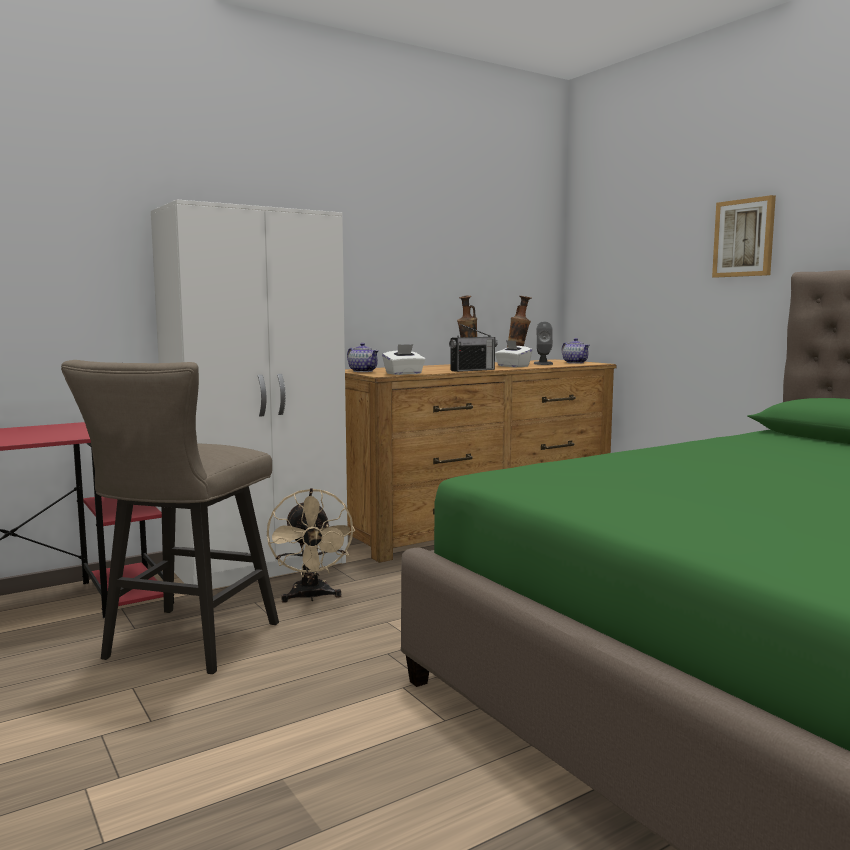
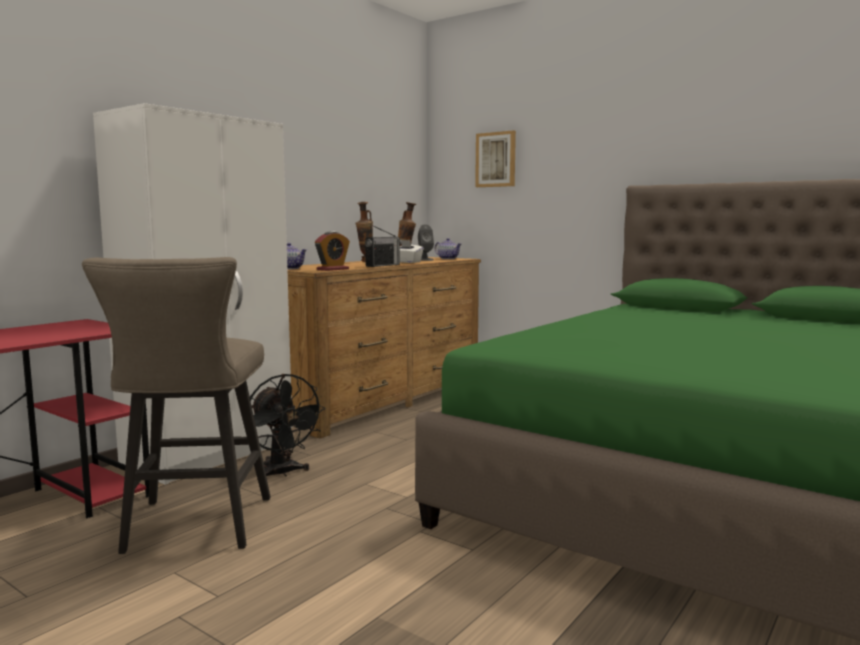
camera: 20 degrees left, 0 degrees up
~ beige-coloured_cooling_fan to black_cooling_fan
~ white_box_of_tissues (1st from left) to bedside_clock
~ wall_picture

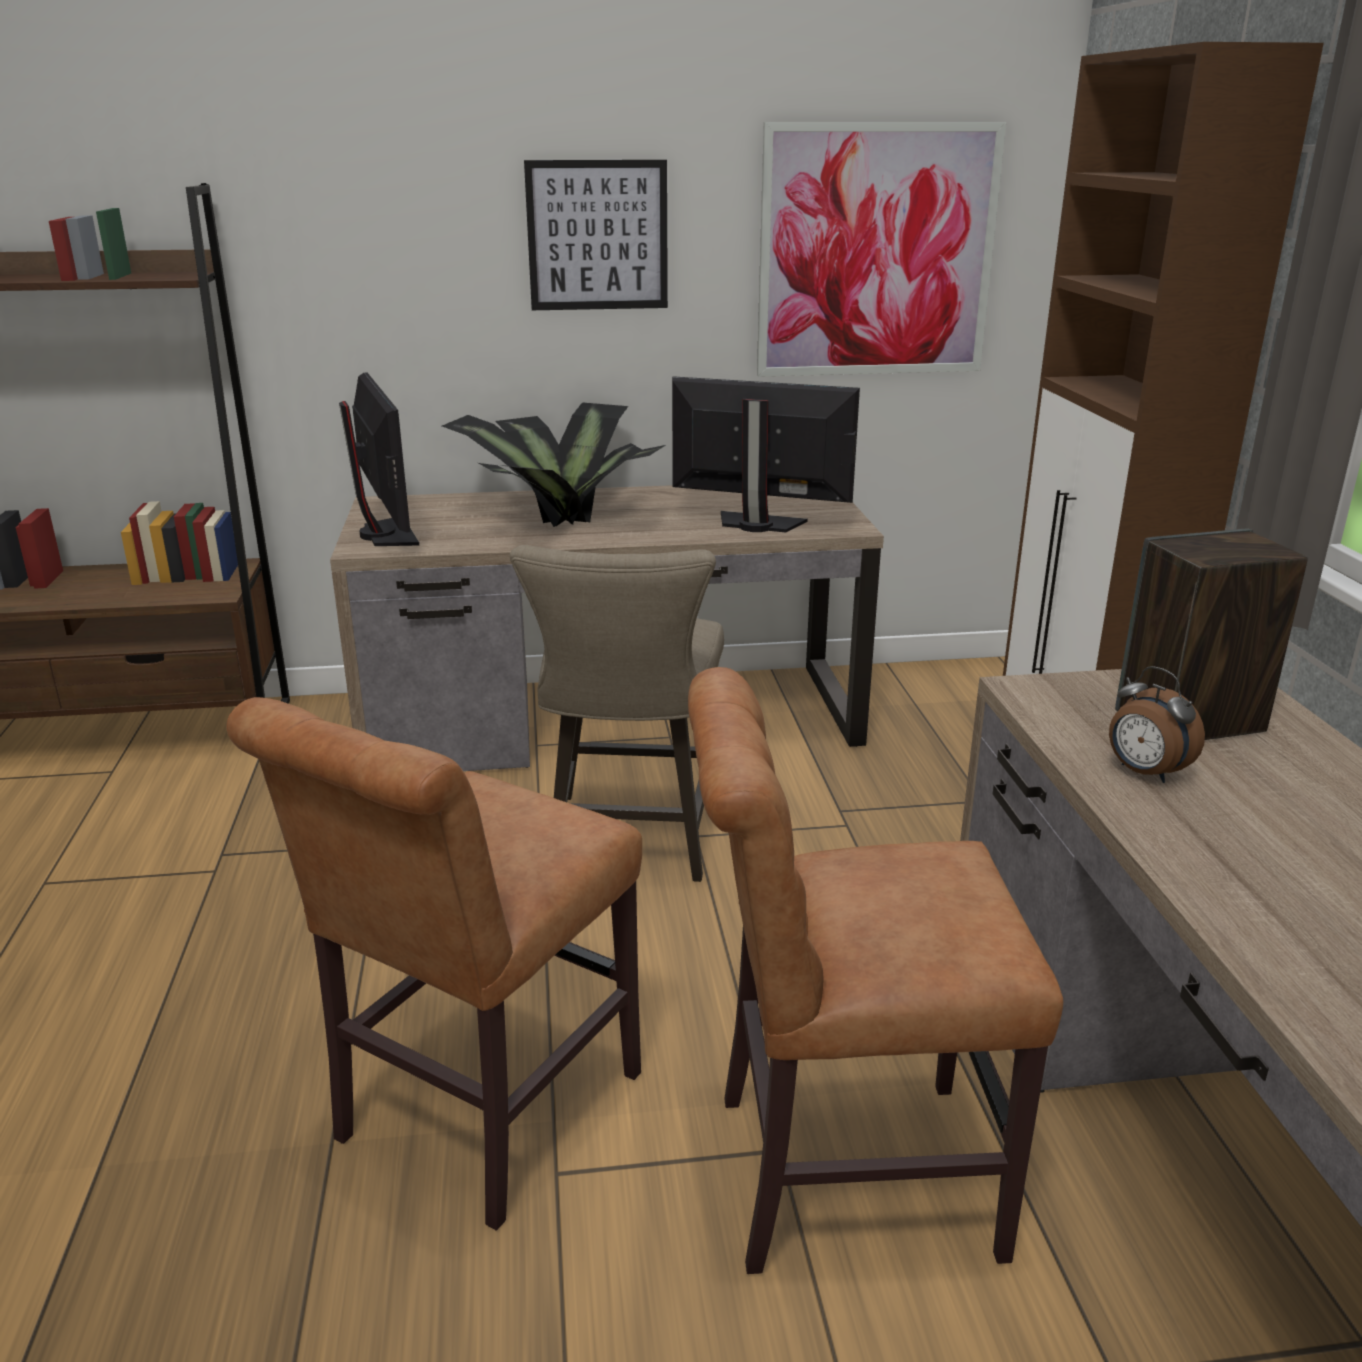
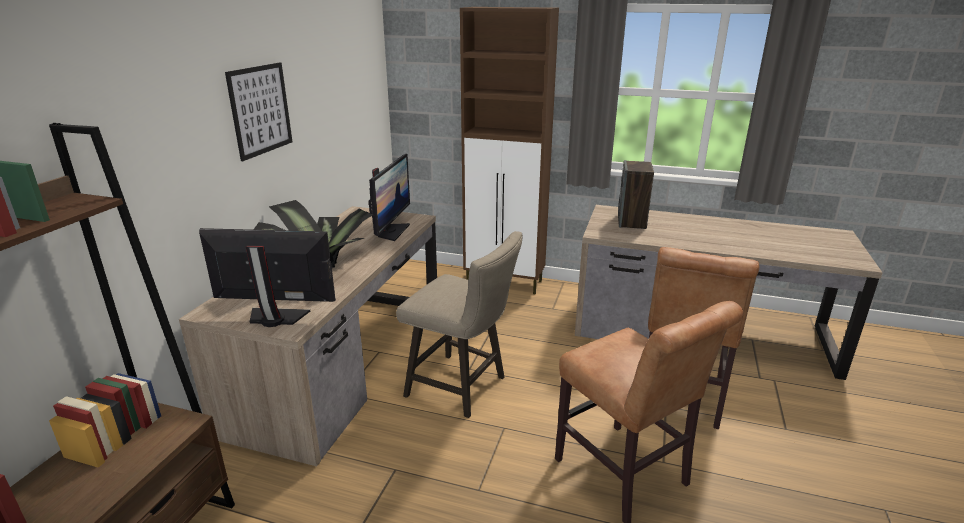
camera: 65 degrees left, 0 degrees up
~ computer_display (2nd from left) 150 degrees clockwise
- wall_picture (2nd from left)
- bedside_clock

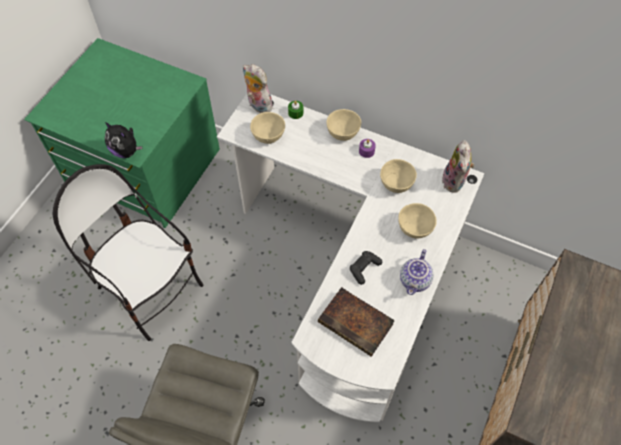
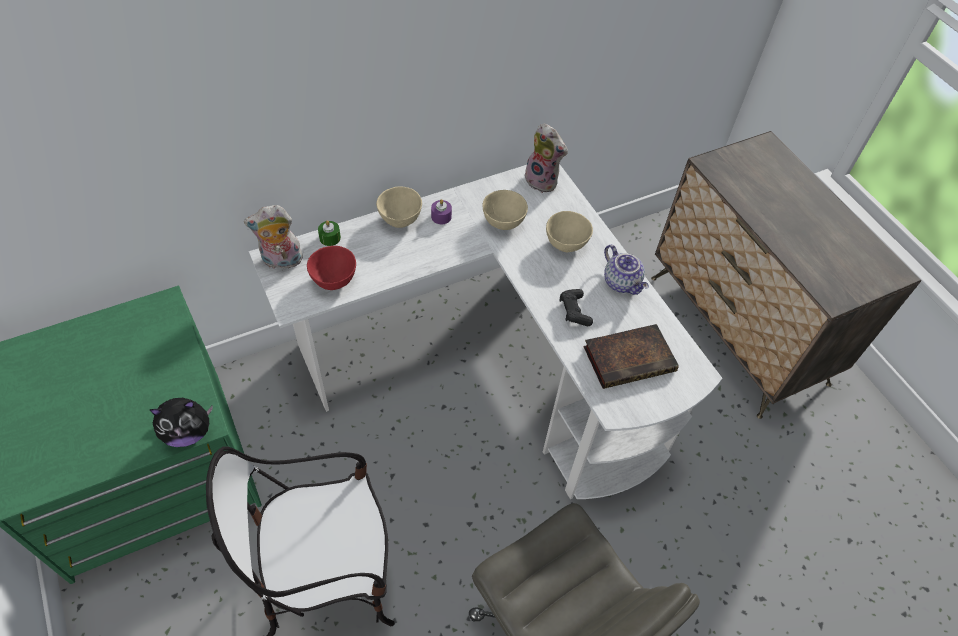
camera: 55 degrees left, 5 degrees down
~ beige-coloured_serving_bowl (1st from left) to red_serving_bowl

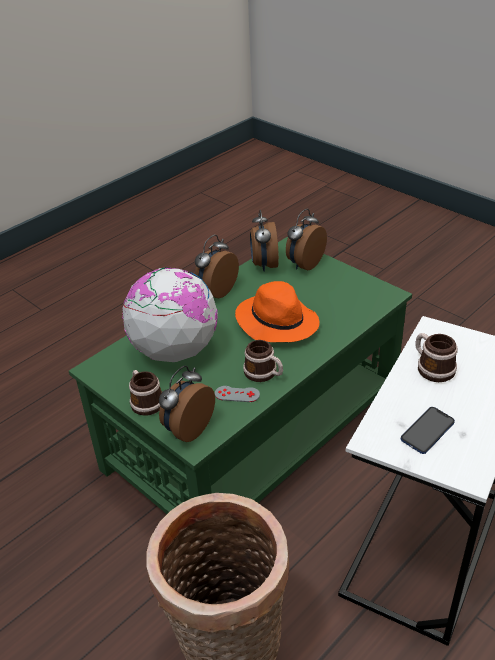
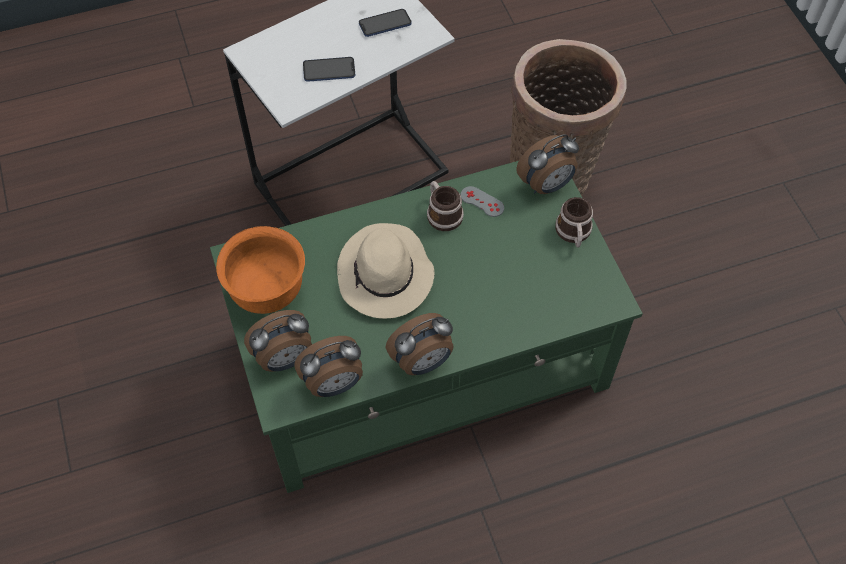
camera: 155 degrees left, 20 degrees up
- desk_globe
~ orange-coloured_hat to beige-coloured_hat
~ bedside_clock (3rd from left in the first image) 45 degrees clockwise
~ tea_mug (3rd from left) to handset (1st from left)
+ orange-coloured_serving_bowl

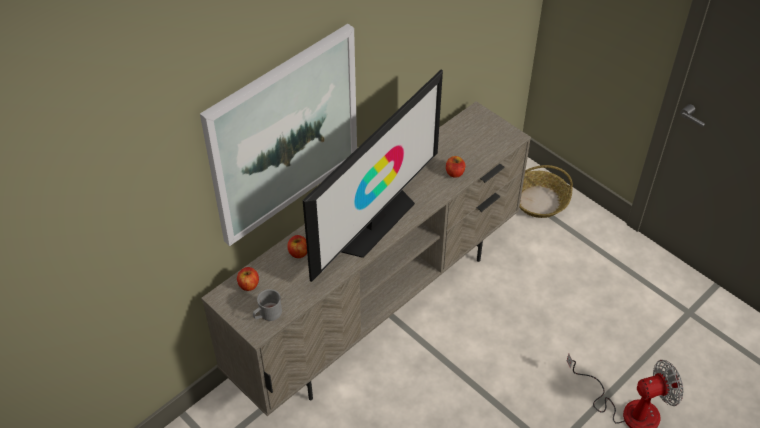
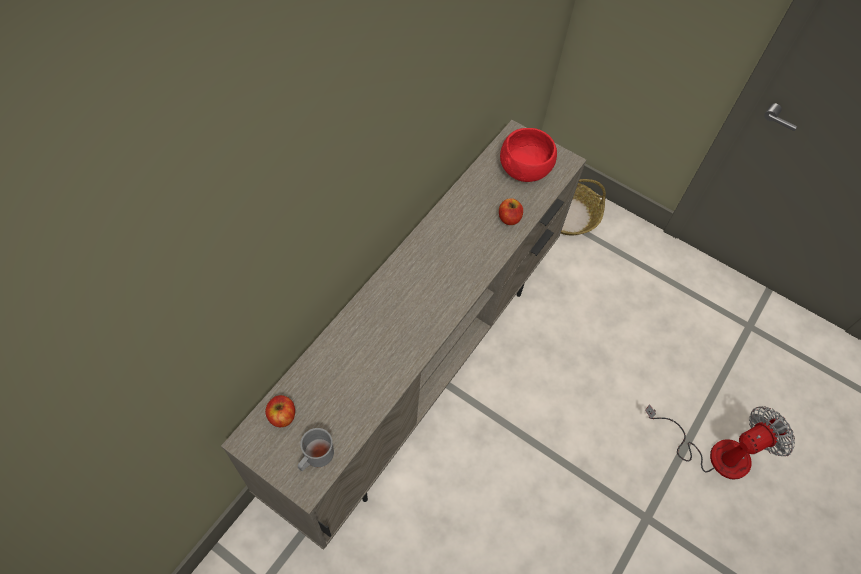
camera: 15 degrees left, 10 degrees up
- wall_picture
- apple (2nd from left)
- TV
+ red_serving_bowl

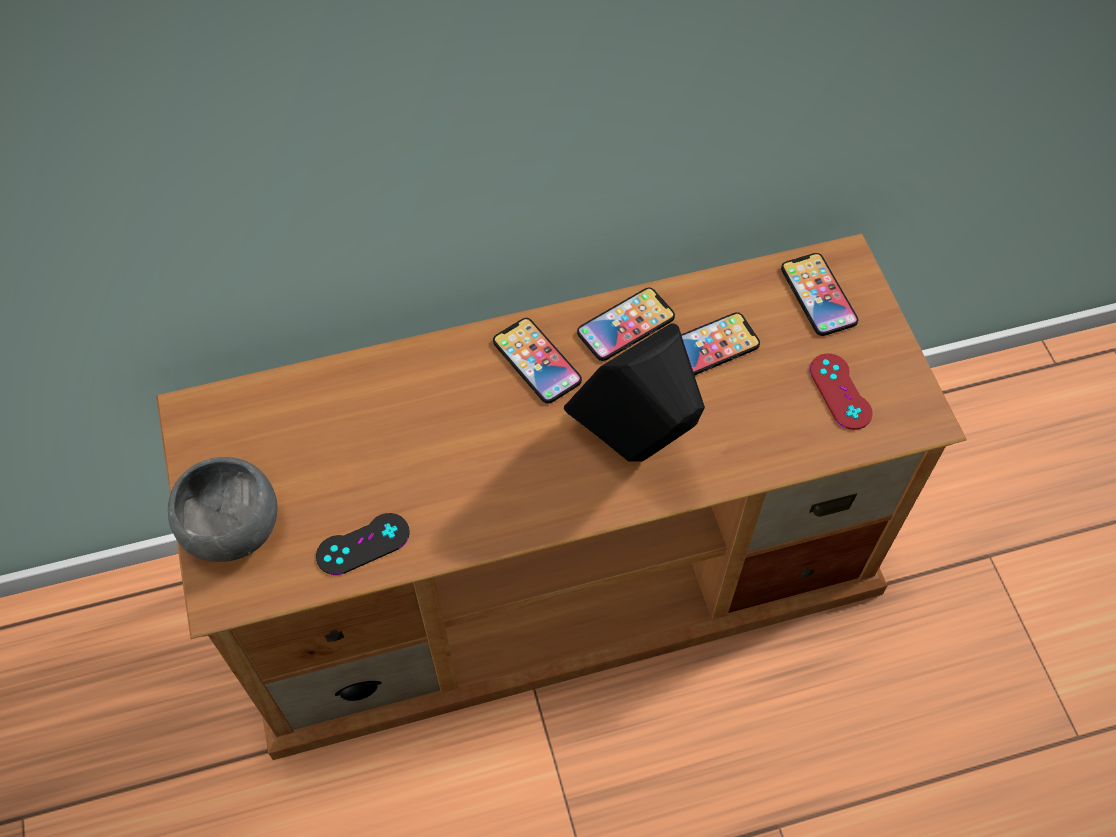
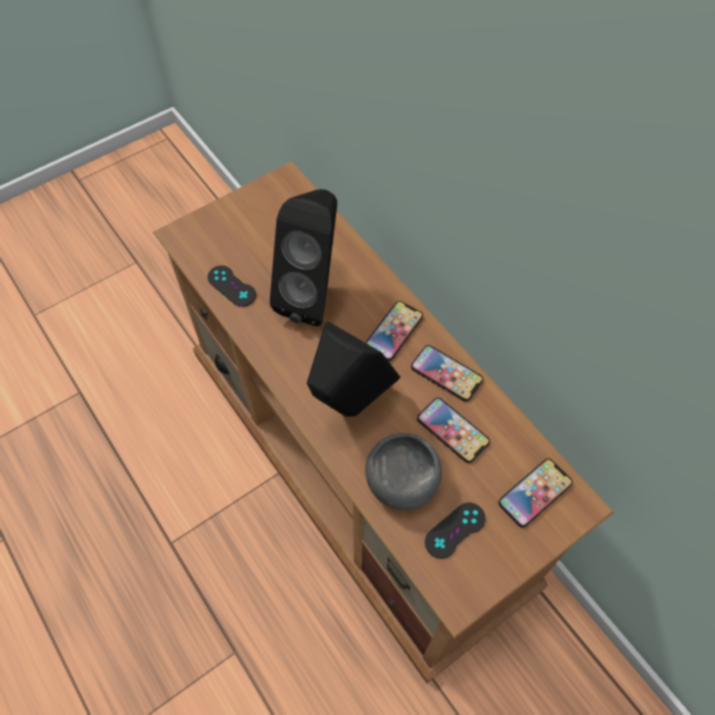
camera: 70 degrees right, 0 degrees up
~ gray_serving_bowl
~ red_game_controller to black_game_controller (2nd from left)
+ black_speaker (1st from left)

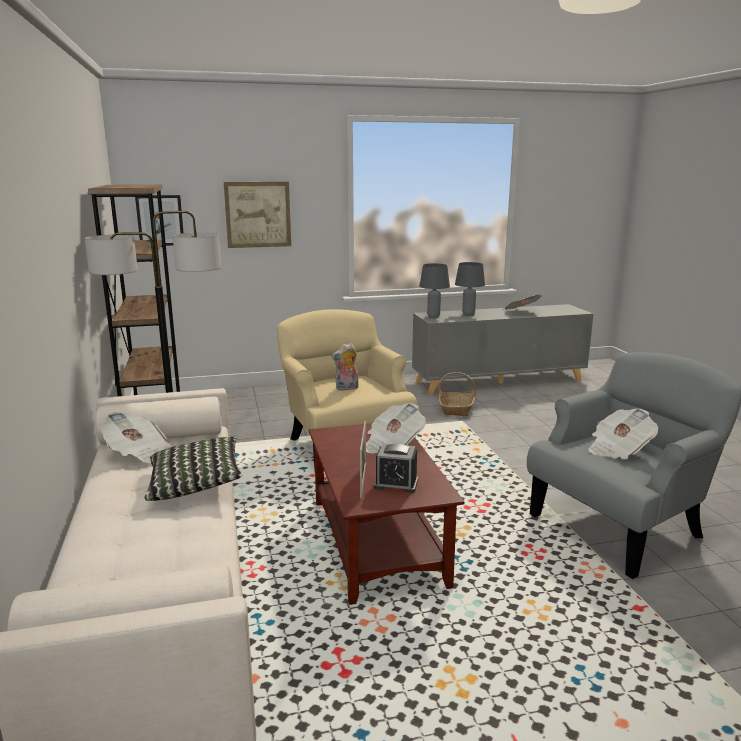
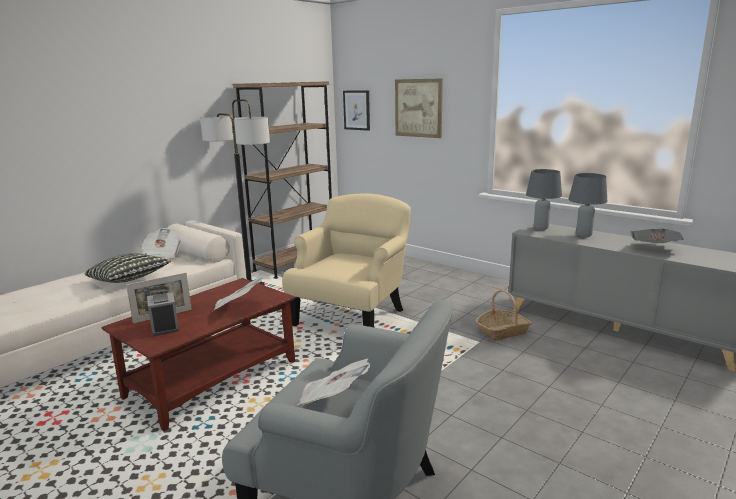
camera: 55 degrees right, 0 degrees up
- soft_toy

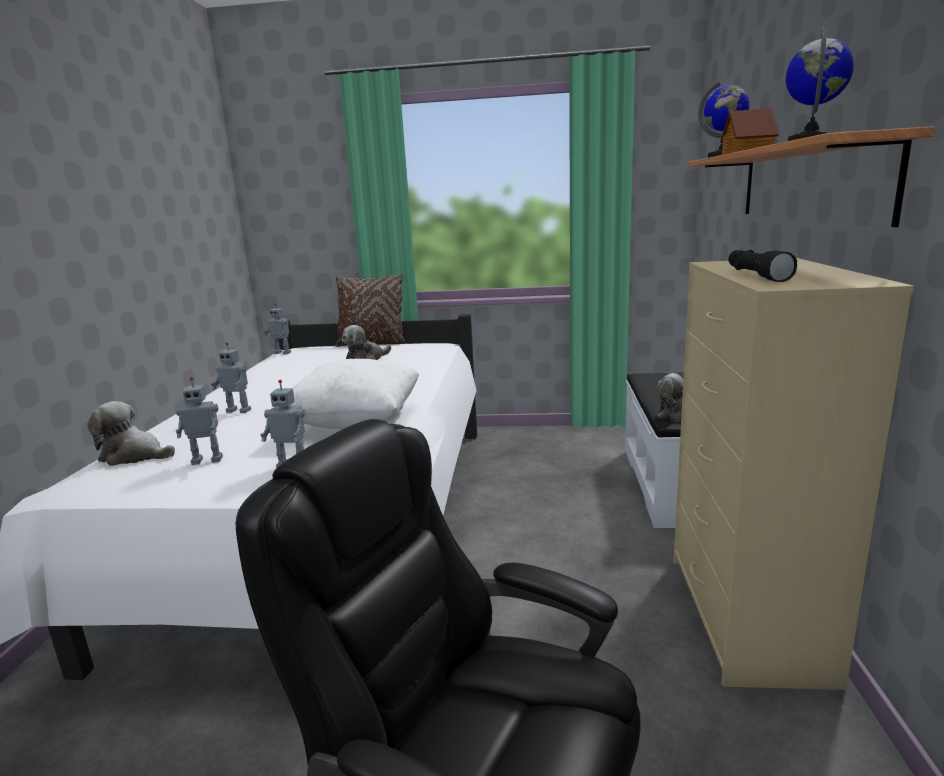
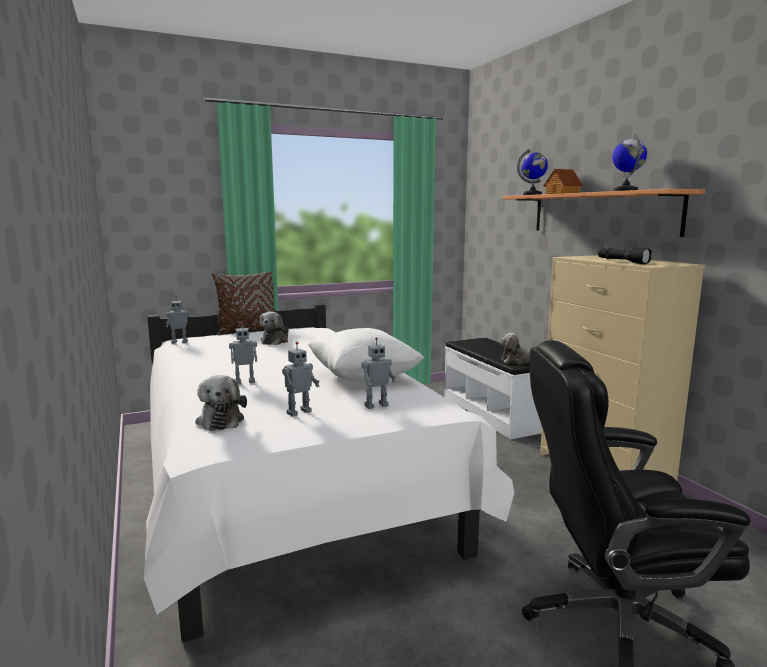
camera: 30 degrees left, 5 degrees down
~ soft_toy (1st from left) 90 degrees counterclockwise

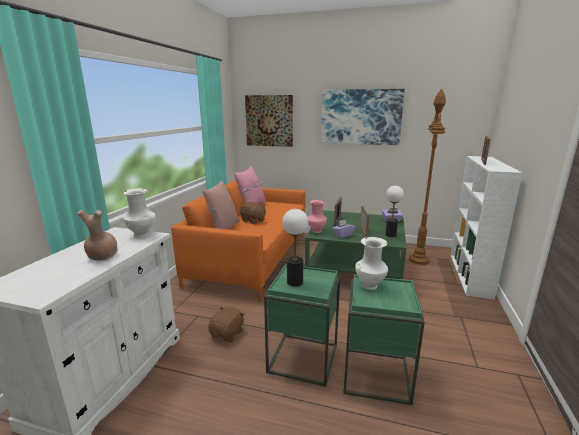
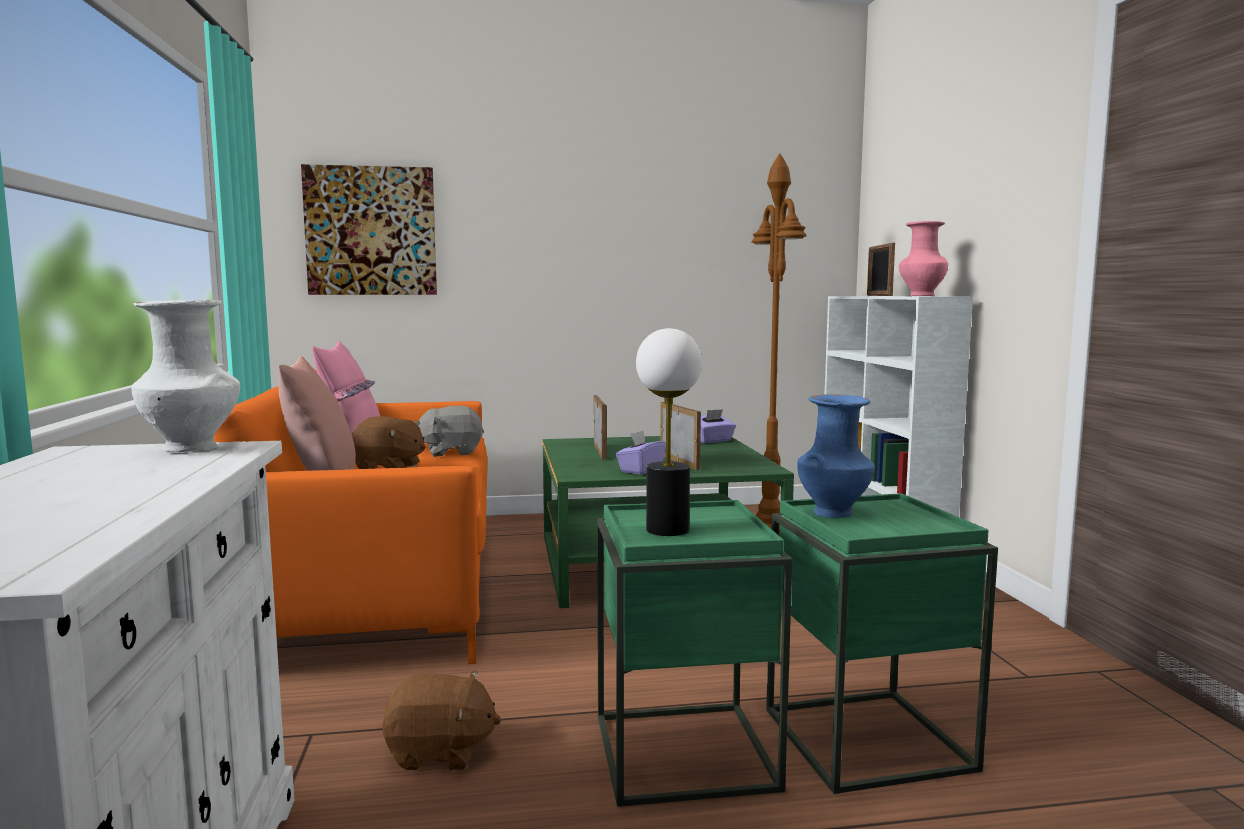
camera: 25 degrees left, 10 degrees down
- brown-coloured_vase
~ brown-coloured_soft_toy (1st from left in the first image) 90 degrees clockwise
~ pink_vase
- wall_picture (2nd from left)
~ white_vase (2nd from left) to blue_vase
- tabletop_lamp (2nd from left)
+ gray_soft_toy

